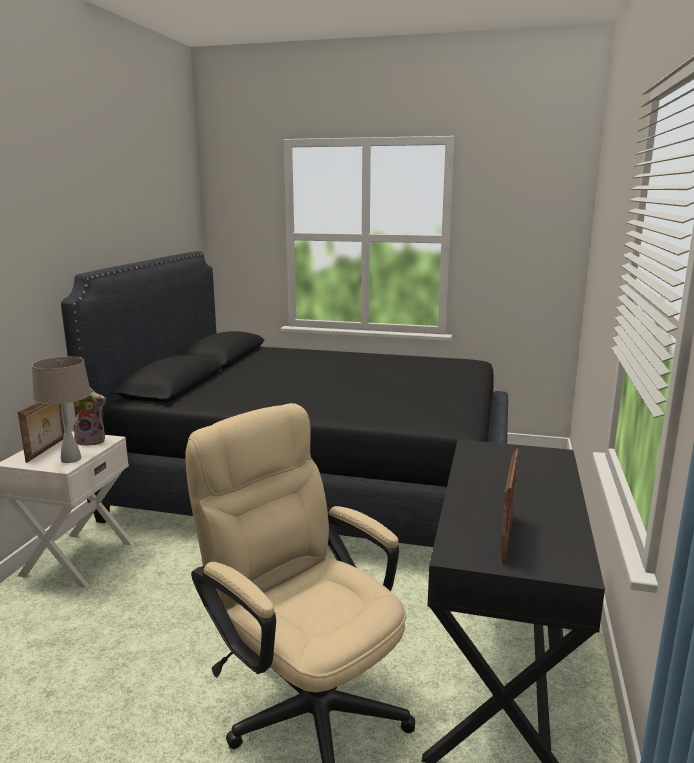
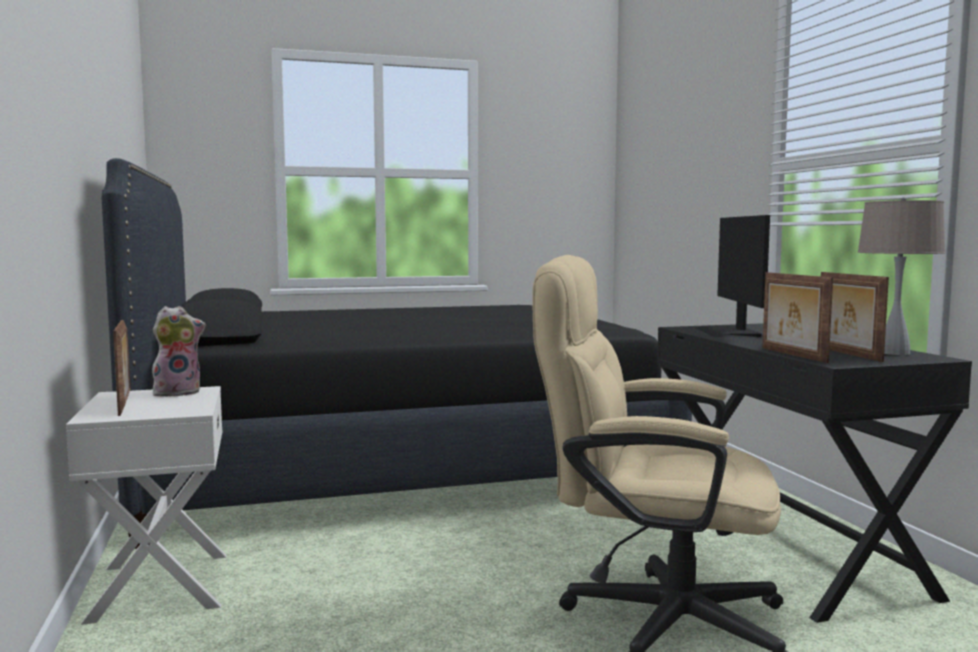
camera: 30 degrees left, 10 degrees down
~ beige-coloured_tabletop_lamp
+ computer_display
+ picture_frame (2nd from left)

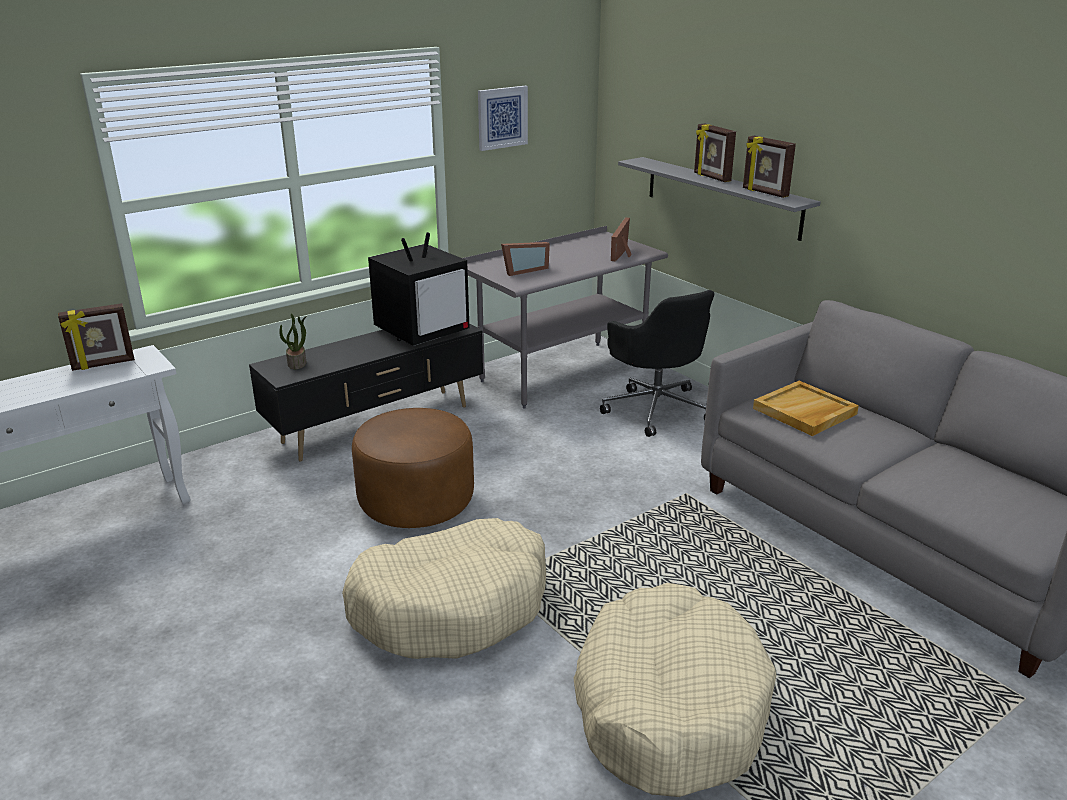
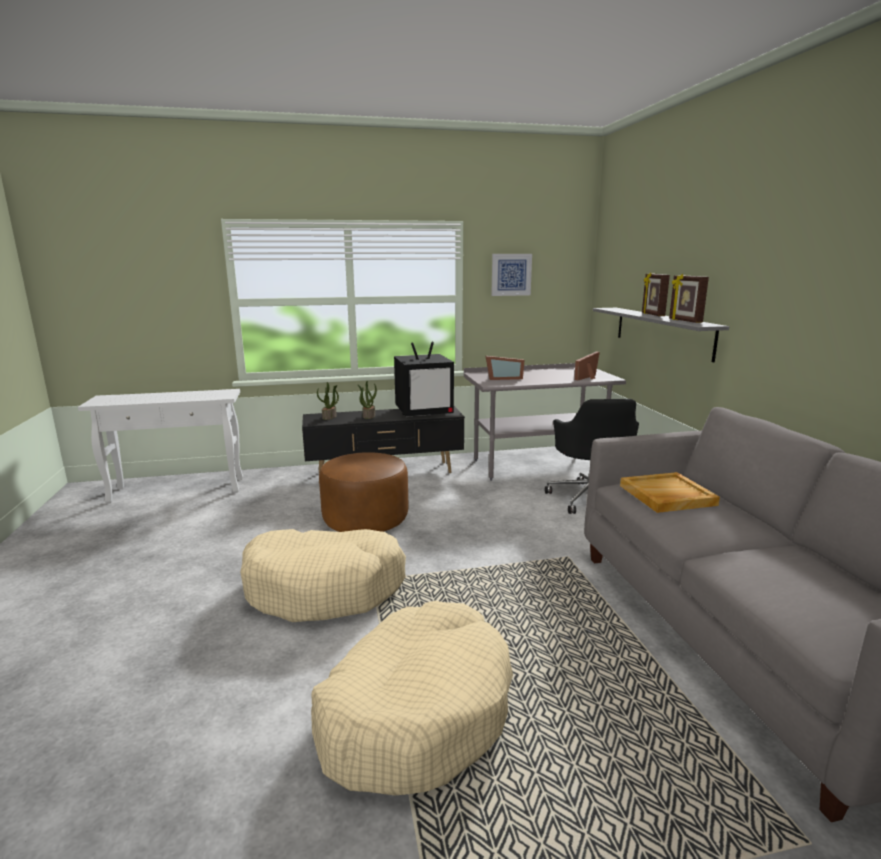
camera: 25 degrees right, 10 degrees down
- picture_frame (1st from left)
+ potted_plant (2nd from left)

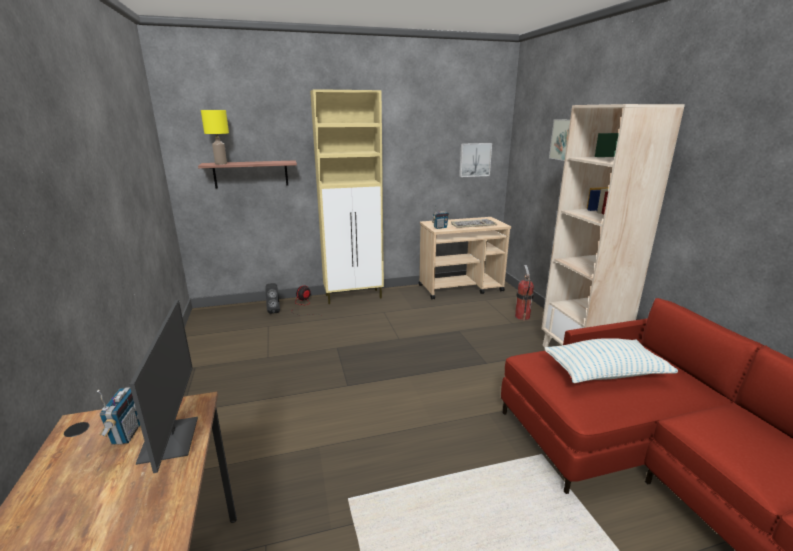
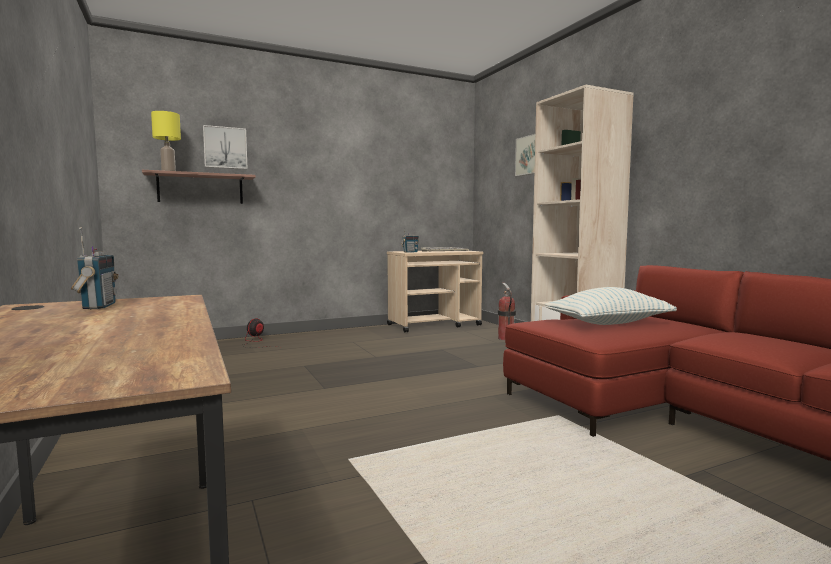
camera: 10 degrees left, 15 degrees down
- computer_display
- black_speaker
- beige-coloured_cabinet
~ wall_picture (1st from left)

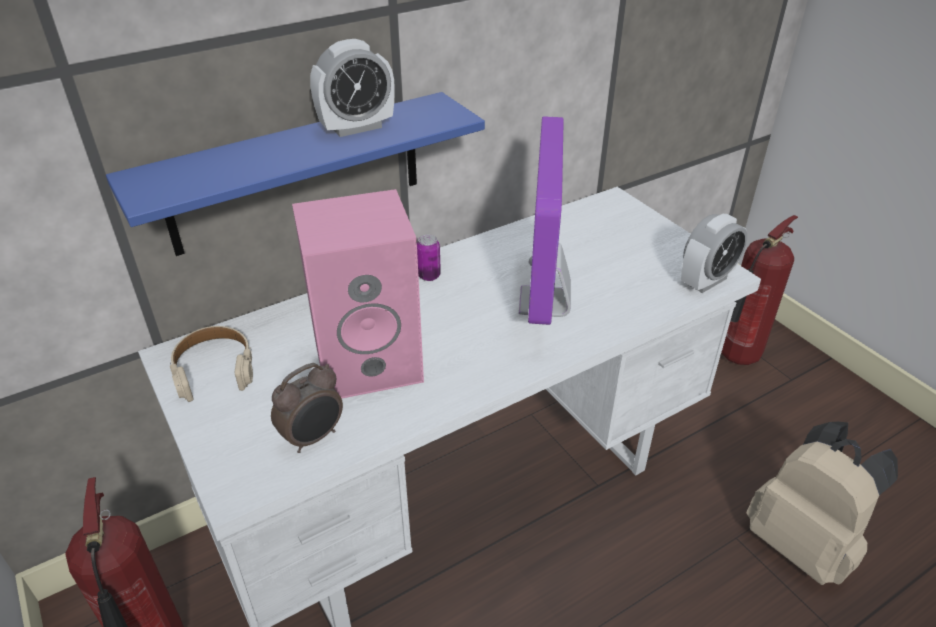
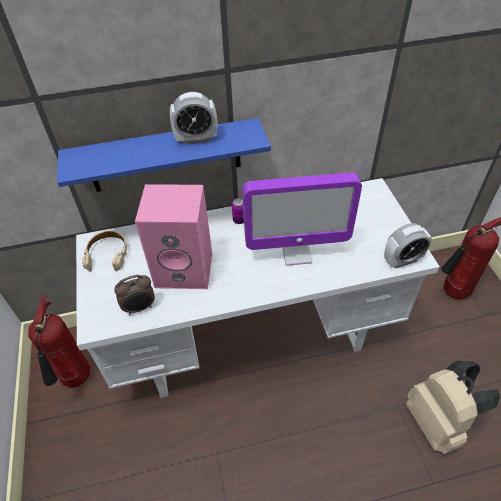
camera: 20 degrees right, 10 degrees up
~ computer_display 120 degrees counterclockwise

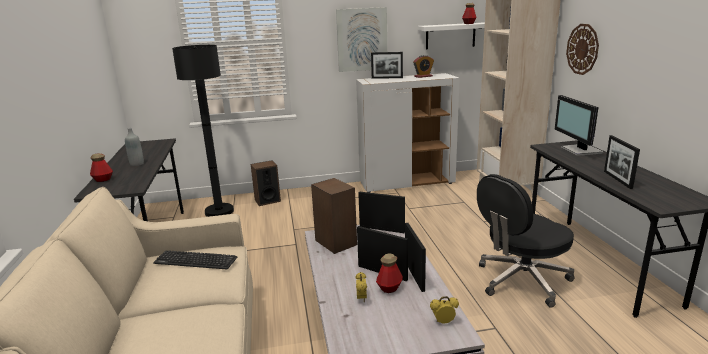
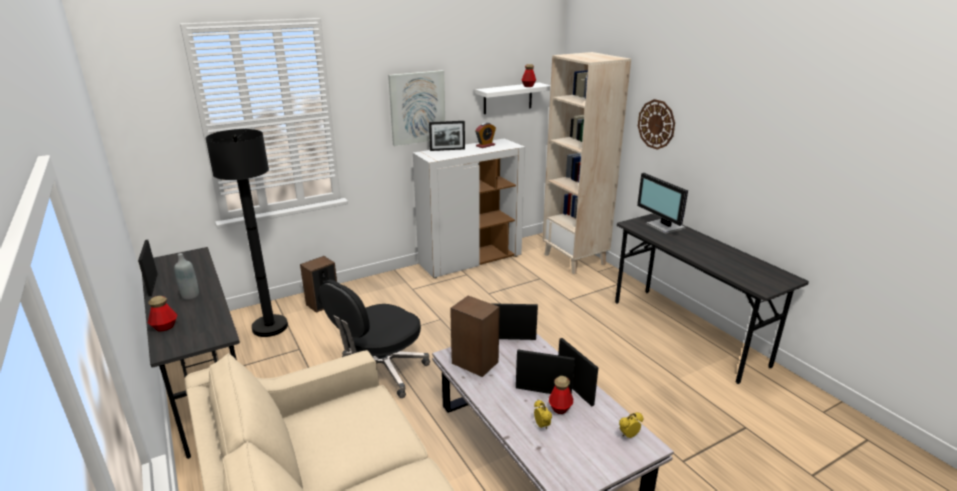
camera: 20 degrees left, 5 degrees up
- keyboard
~ black_desk_chair
~ picture_frame (5th from left in the first image) to picture_frame (1st from left)

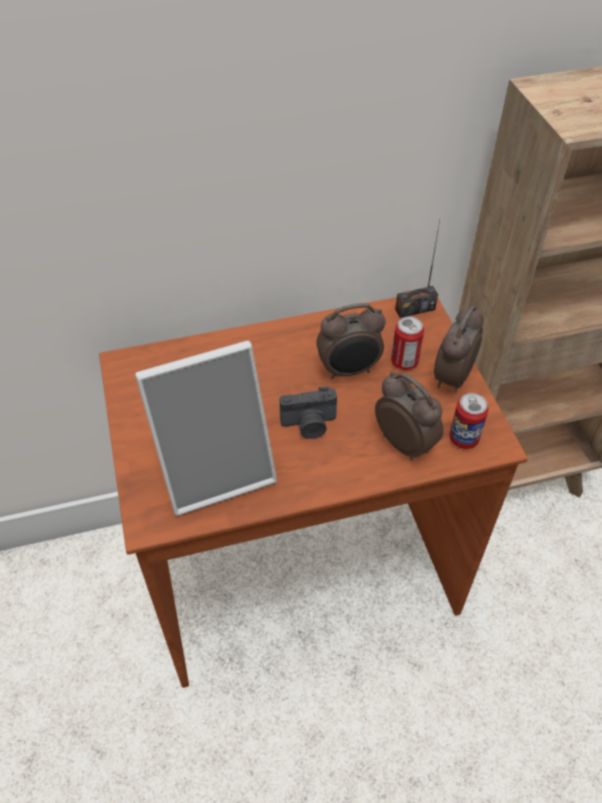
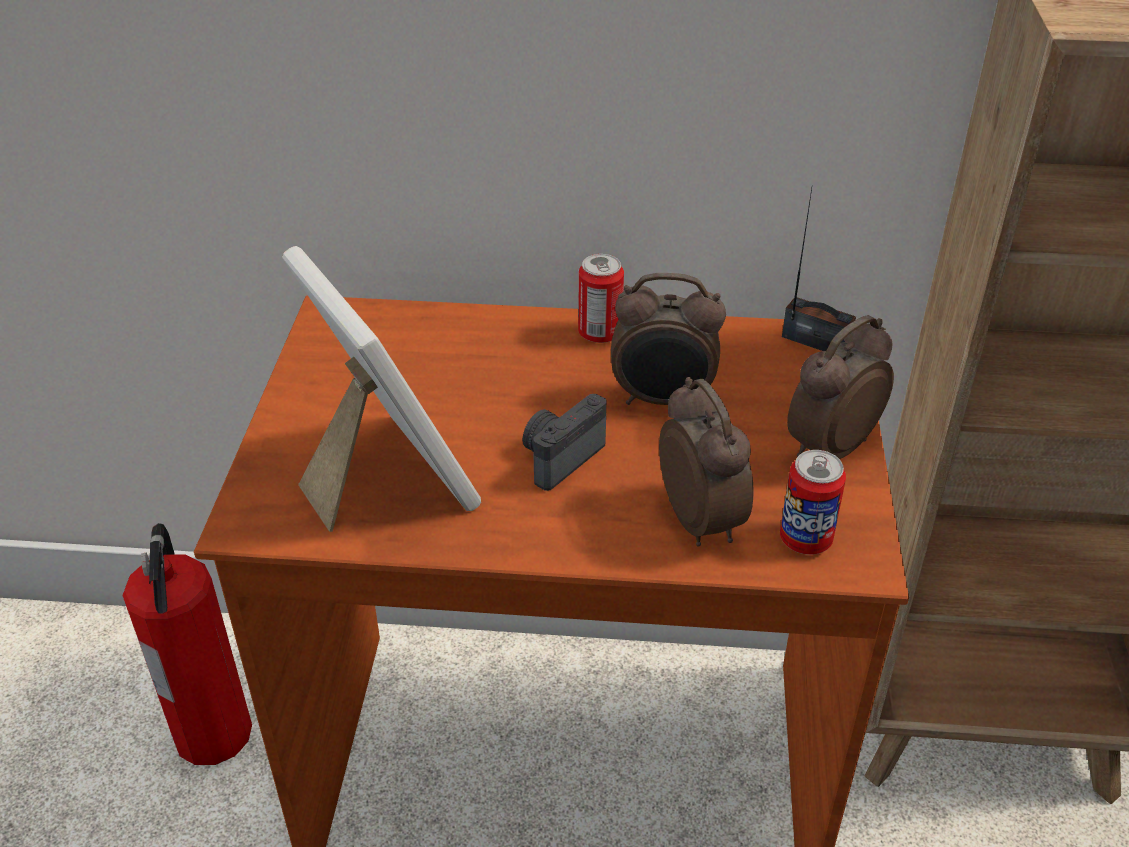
camera: 20 degrees right, 10 degrees down
~ picture_frame 120 degrees counterclockwise
~ still_camera 120 degrees clockwise
~ sealed_can (1st from left)
~ radio_set 150 degrees counterclockwise
+ fire_extinguisher

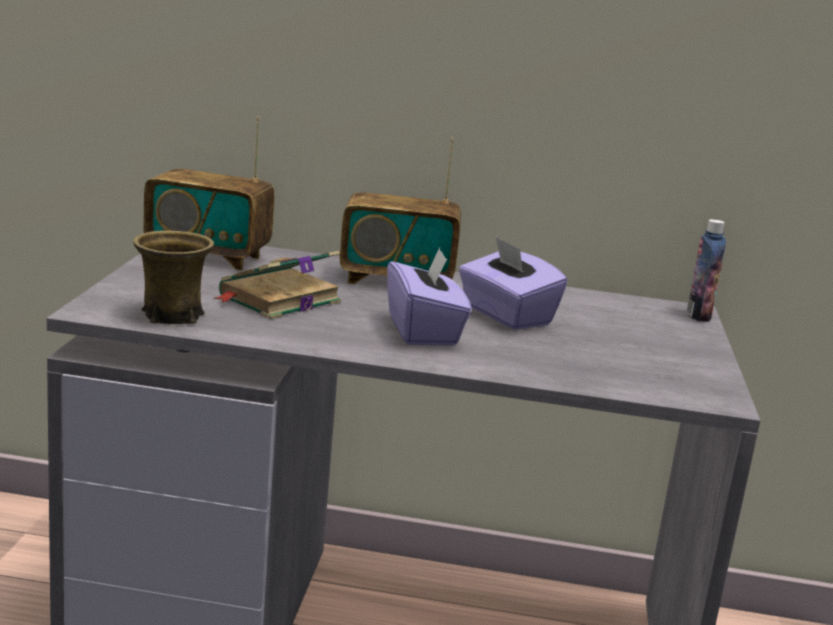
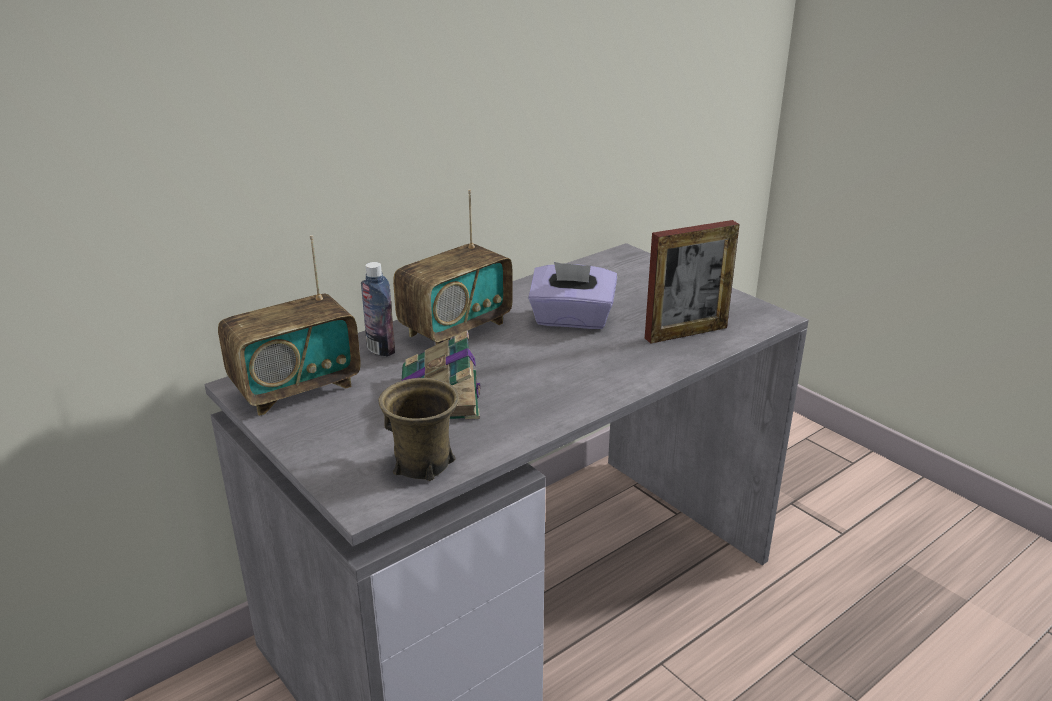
camera: 45 degrees left, 10 degrees up
- purple-coloured_box_of_tissues (1st from left)
~ bottle
+ picture_frame

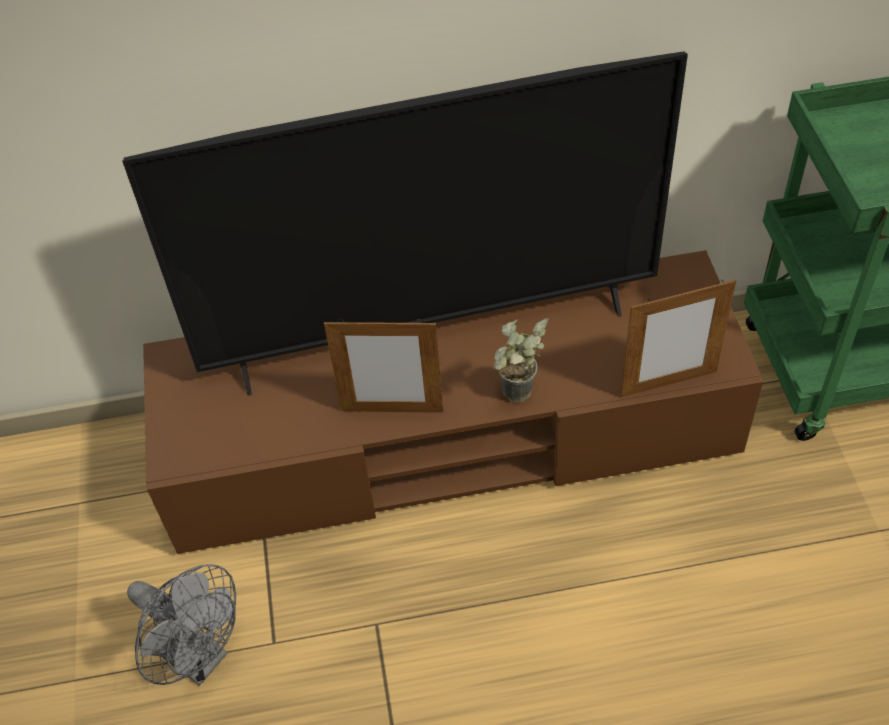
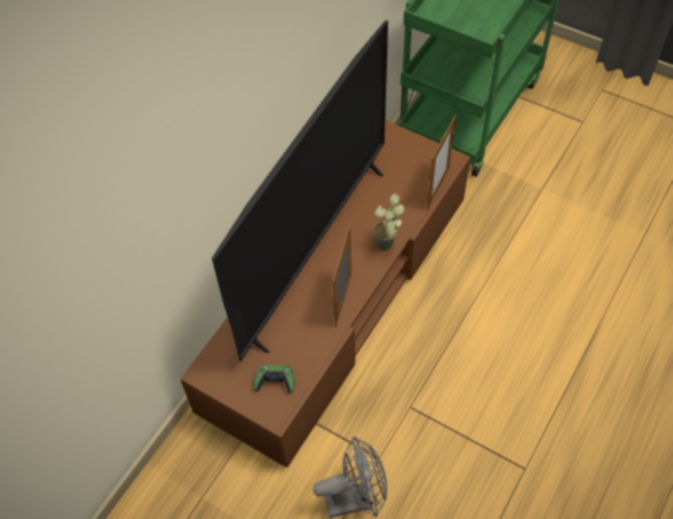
camera: 50 degrees left, 5 degrees up
~ picture_frame (1st from left) 150 degrees clockwise
+ green-coloured_game_controller

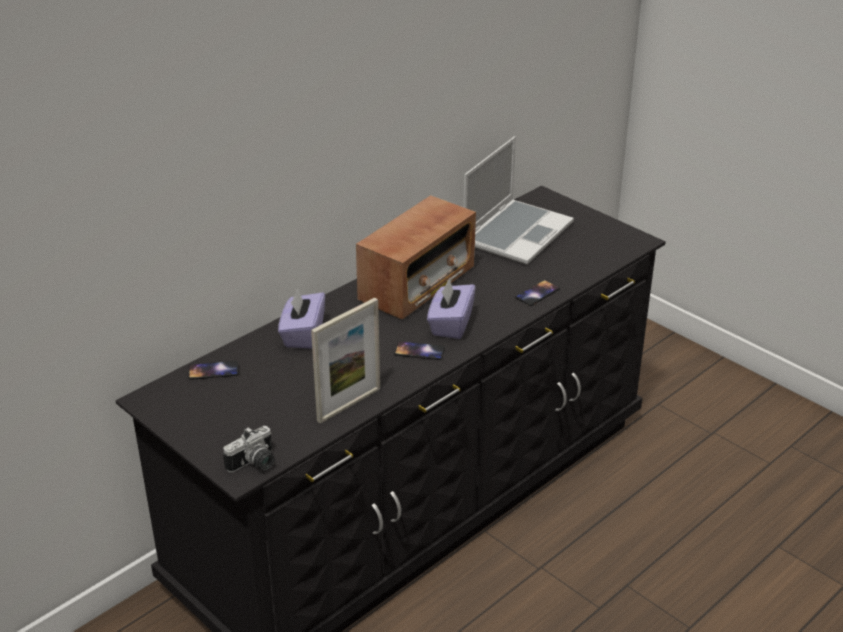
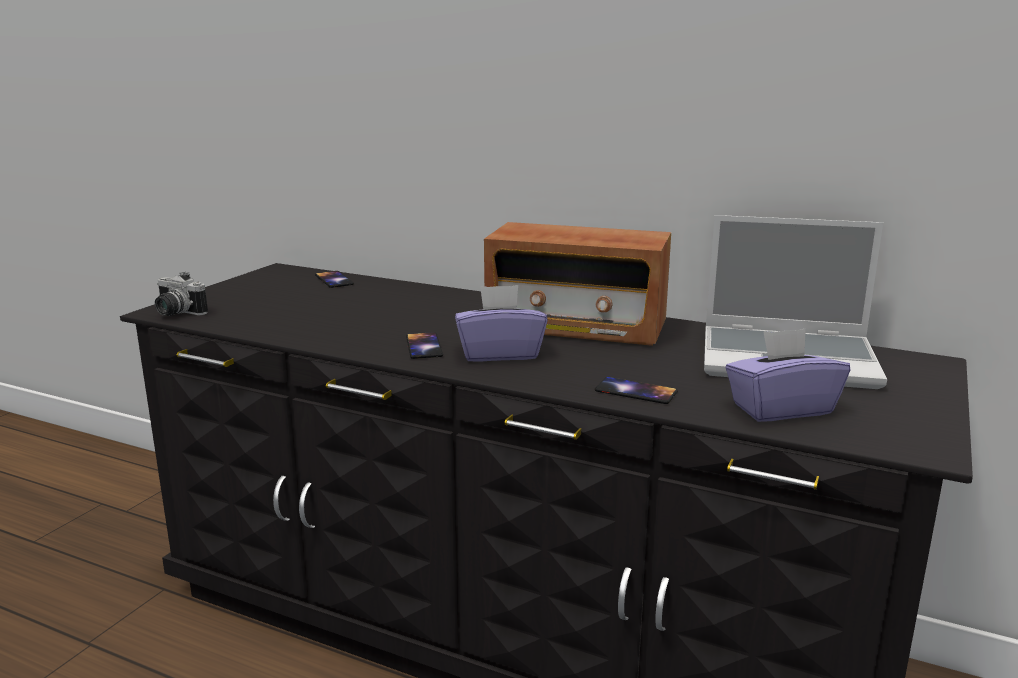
camera: 70 degrees right, 15 degrees down
~ purple-coloured_box_of_tissues (1st from left in the first image) to purple-coloured_box_of_tissues (2nd from left)
- picture_frame

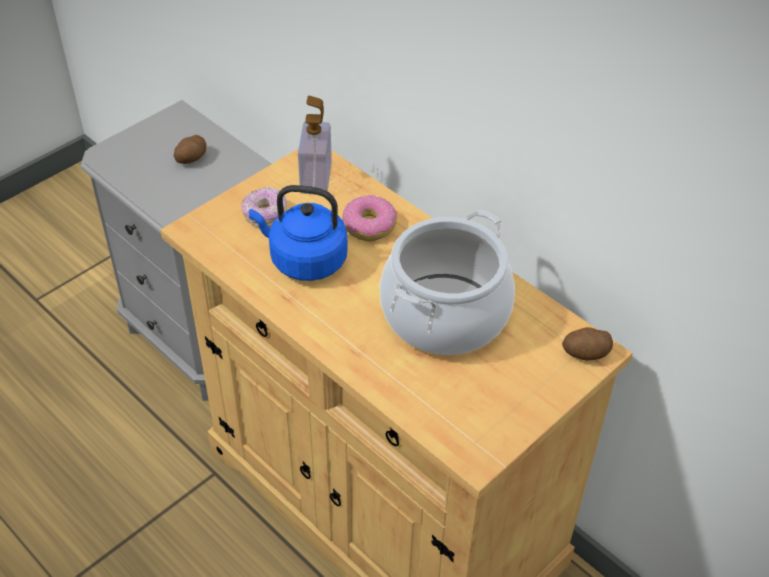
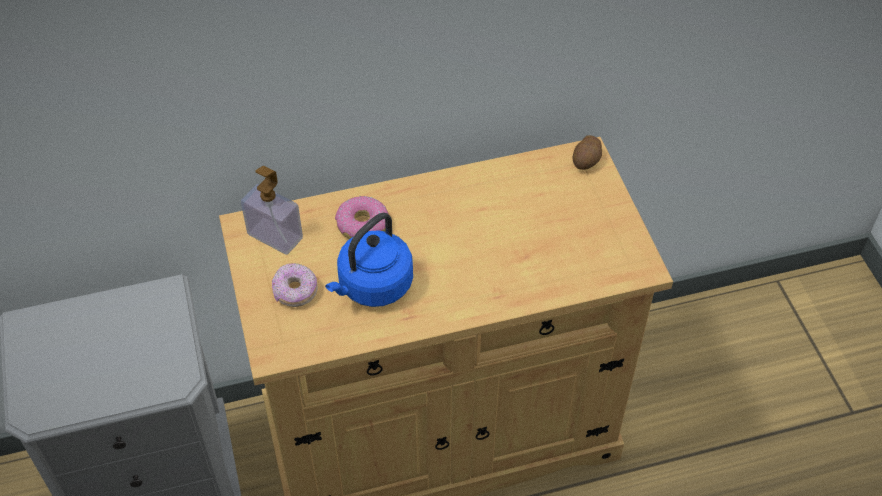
camera: 60 degrees left, 5 degrees up
- potato (1st from left)
- stockpot

